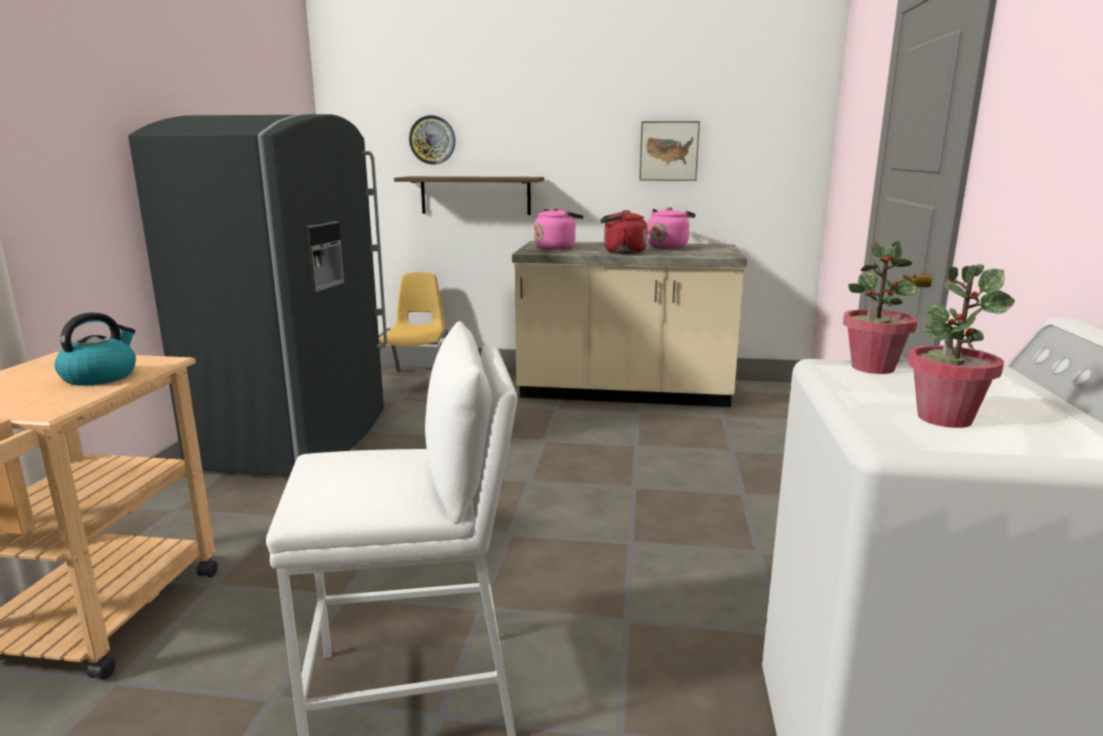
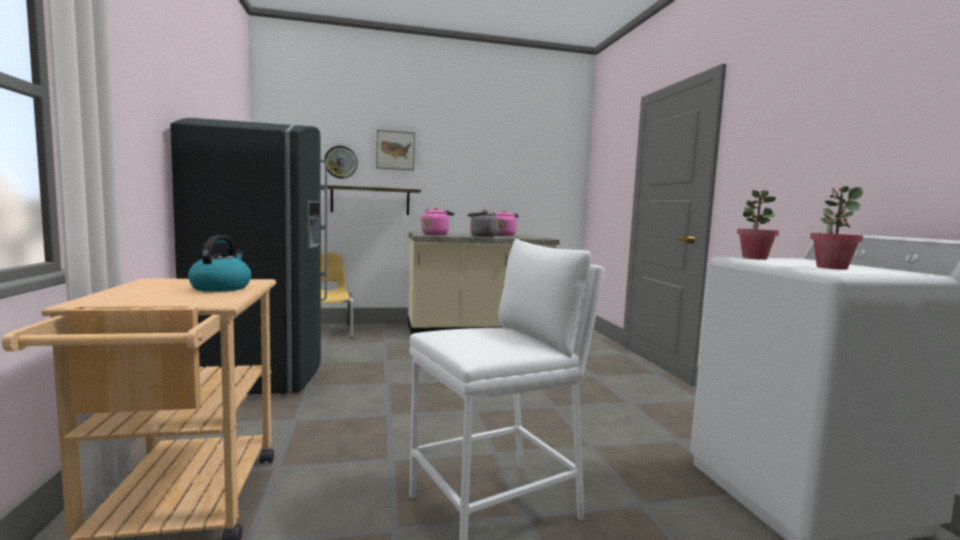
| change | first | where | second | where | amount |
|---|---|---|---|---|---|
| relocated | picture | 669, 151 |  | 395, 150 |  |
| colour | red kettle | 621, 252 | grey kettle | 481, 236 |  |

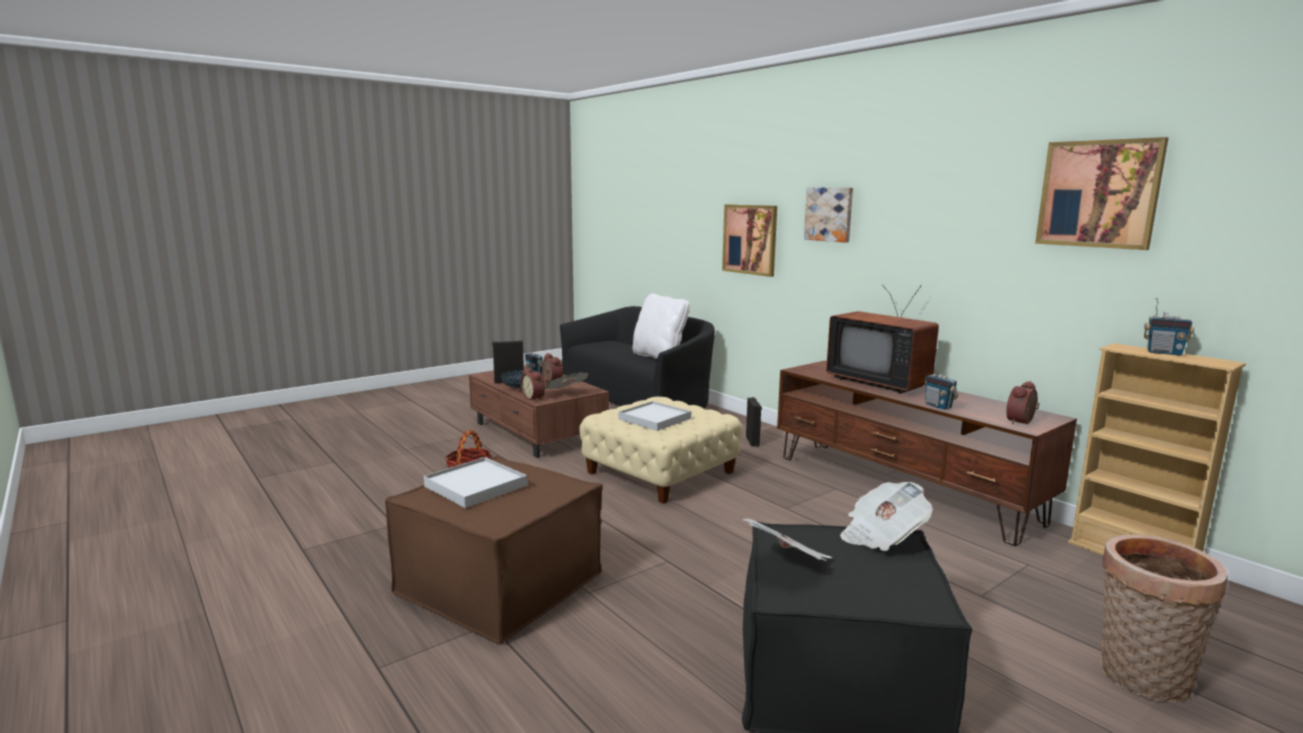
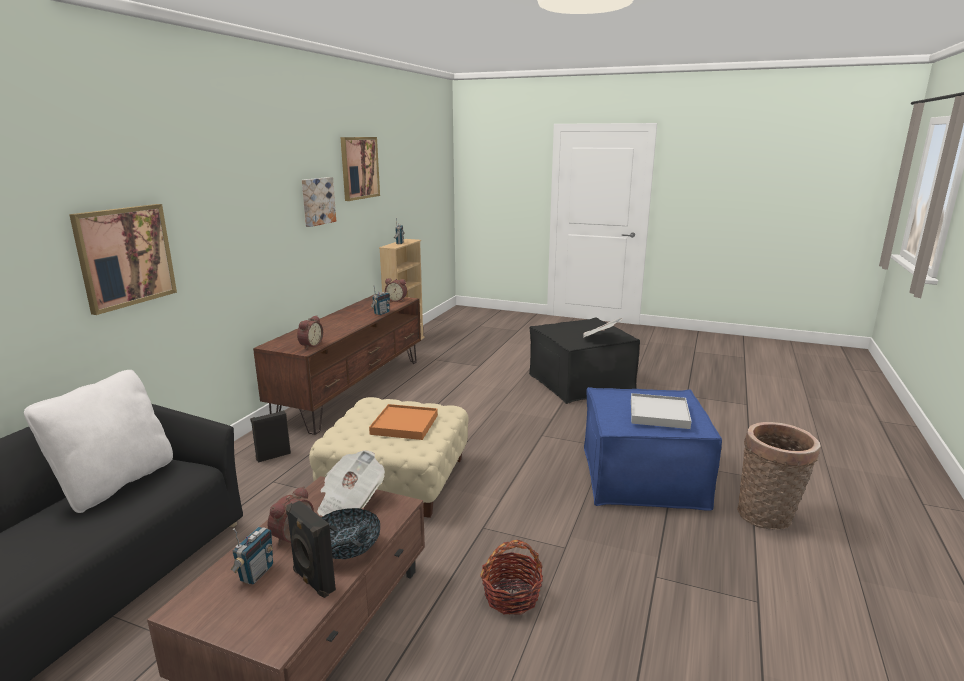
| change | first | where | second | where | amount |
|---|---|---|---|---|---|
| missing | television | 880, 382 |  |  |  |
| missing | newspaper | 881, 536 |  |  |  |
| relocated | alarm clock | 534, 398 |  | 310, 345 |  |
| relocated | picture | 829, 214 |  | 317, 201 |  |
| relocated | basket | 1140, 679 |  | 768, 516 |  |
| colour | brown ottoman | 499, 584 | blue ottoman | 642, 477 |  |
| colour | white tray | 654, 419 | orange tray | 404, 425 |  |

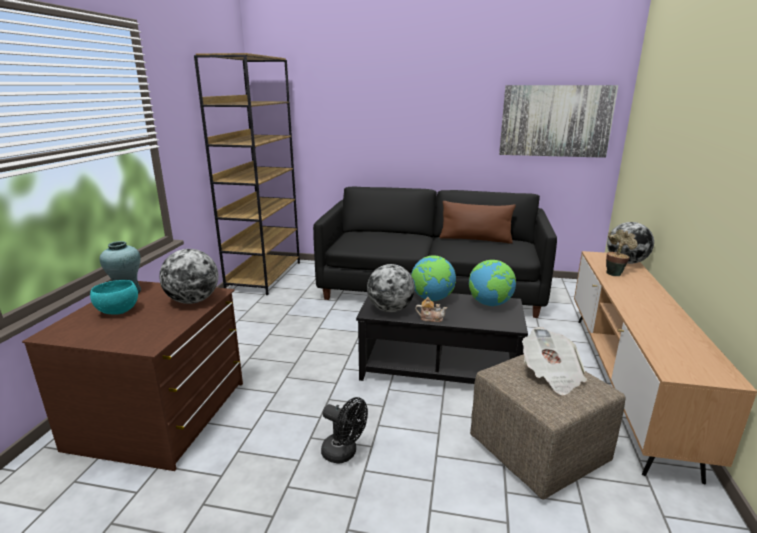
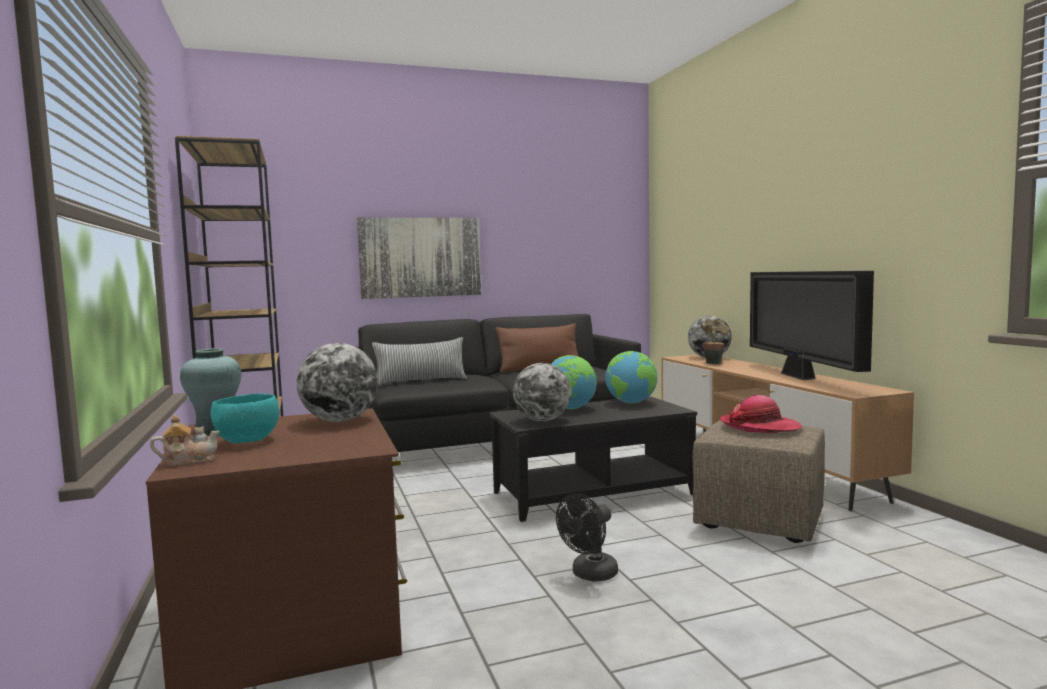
| change | first | where | second | where | amount |
|---|---|---|---|---|---|
| appeared |  |  | pillow | 421, 381 |  |
| appeared |  |  | television | 799, 377 |  |
| relocated | teapot | 430, 318 |  | 188, 461 |  |
| relocated | picture | 555, 121 |  | 420, 257 |  |
| exchanged | newspaper | 551, 375 | hat | 759, 426 |  |
| spun | black fan | 344, 453 |  | 590, 575 | 135 degrees clockwise |

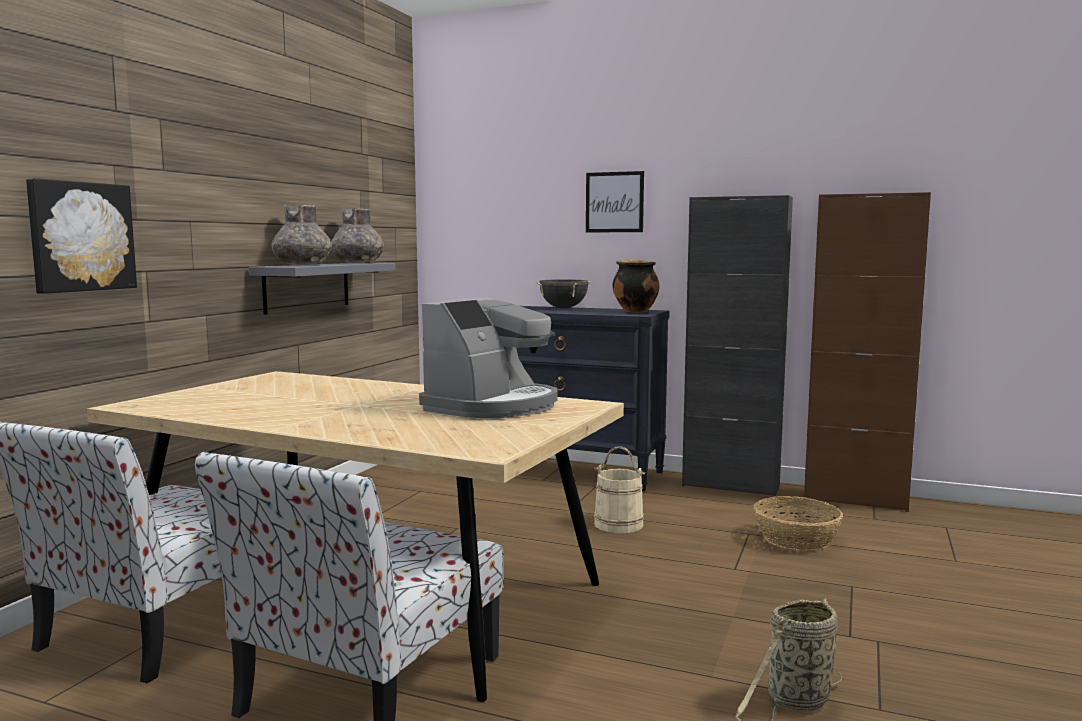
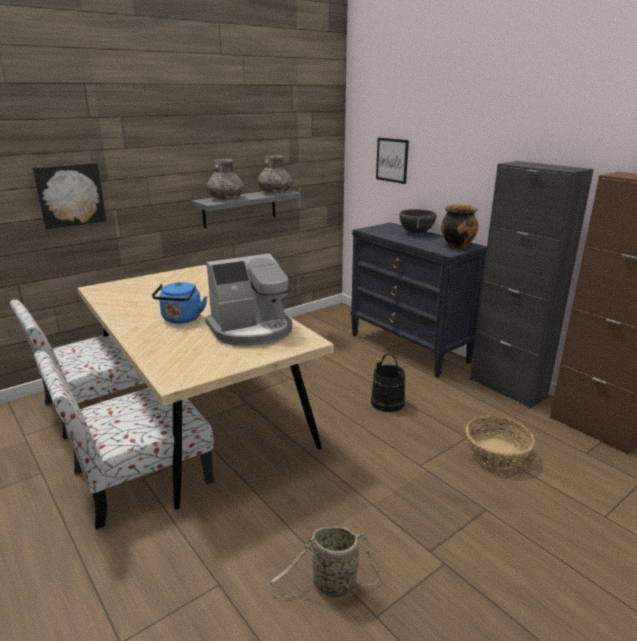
| change | first | where | second | where | amount |
|---|---|---|---|---|---|
| appeared |  |  | blue kettle | 181, 319 |  |
| relocated | picture | 614, 202 |  | 392, 160 |  |
| colour | beige bucket | 618, 524 | black bucket | 387, 402 |  |

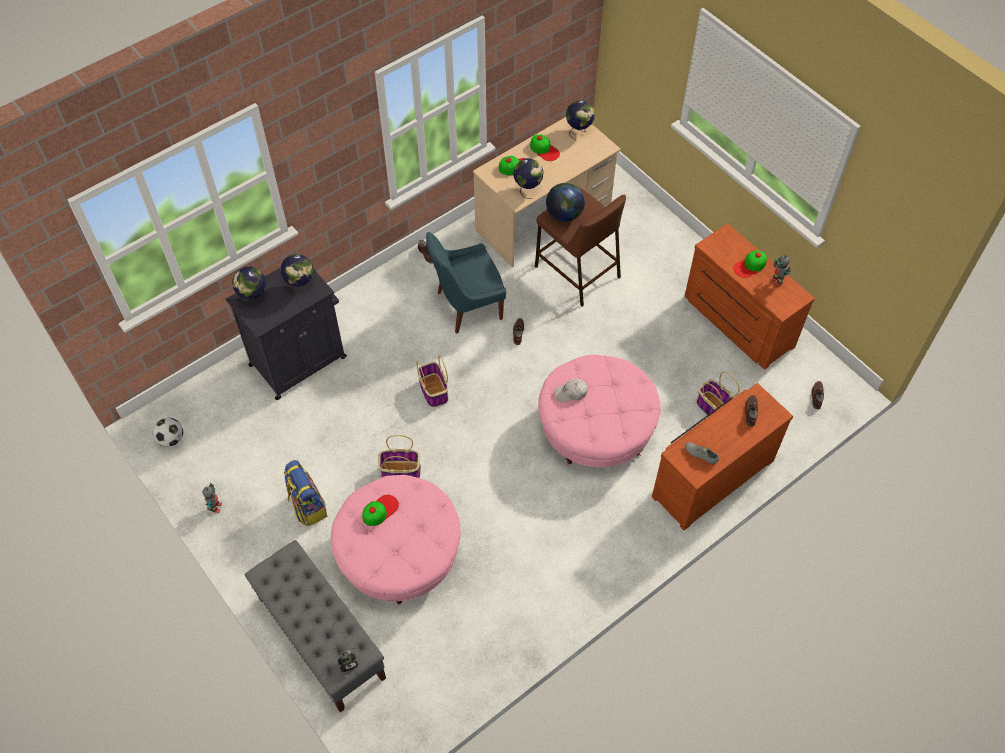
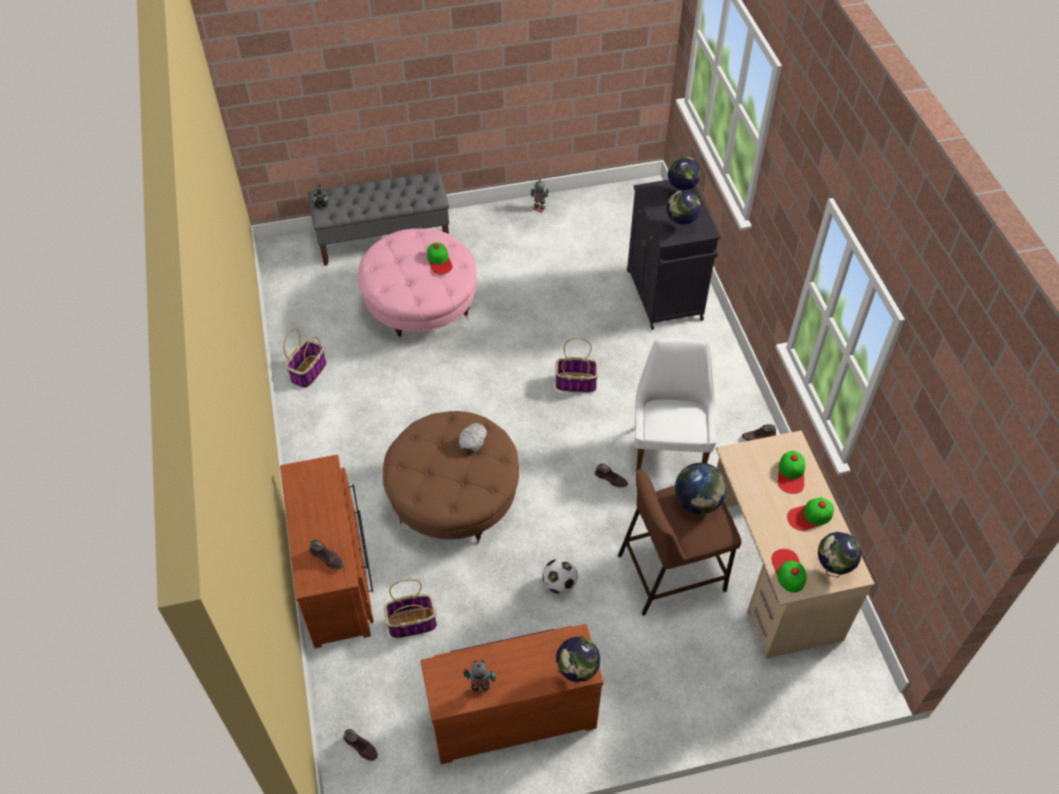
| change | first | where | second | where | amount |
|---|---|---|---|---|---|
| missing | backpack | 307, 506 |  |  |  |
| missing | grey shoe | 700, 455 |  |  |  |
| relocated | football | 171, 439 |  | 559, 584 |  |
| relocated | basket | 400, 472 |  | 308, 371 |  |
| relocated | globe | 528, 189 |  | 577, 673 |  |
| relocated | cap | 750, 266 |  | 788, 570 |  |
| colour | blue chair | 466, 306 | white chair | 669, 447 |  |
| colour | pink ottoman | 596, 429 | brown ottoman | 453, 498 |  |

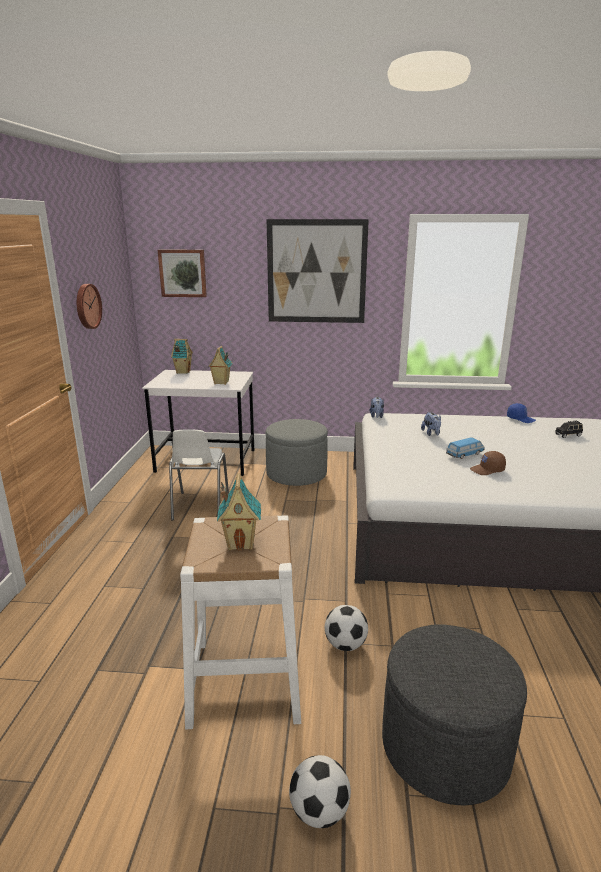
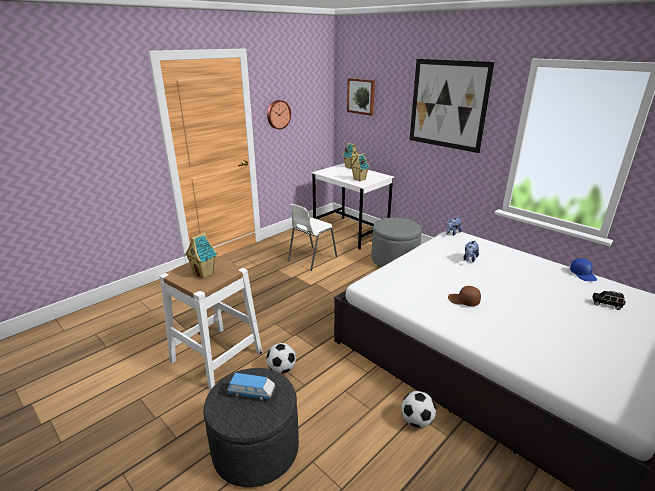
| change | first | where | second | where | amount |
|---|---|---|---|---|---|
| relocated | football | 319, 811 |  | 416, 421 |  |
| relocated | toy car | 465, 454 |  | 252, 393 |  |

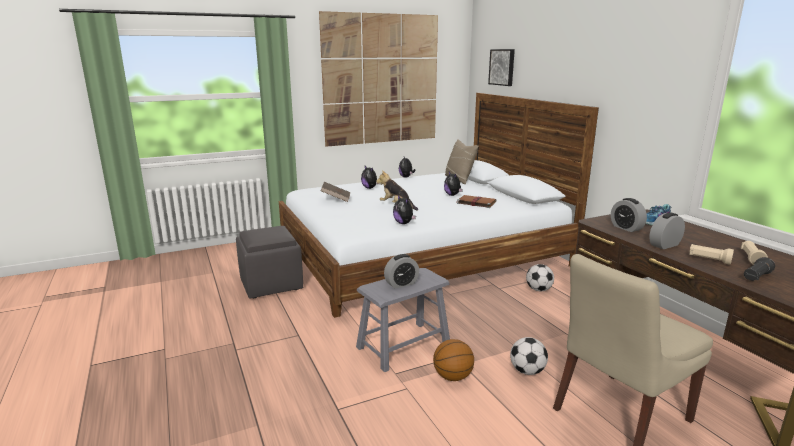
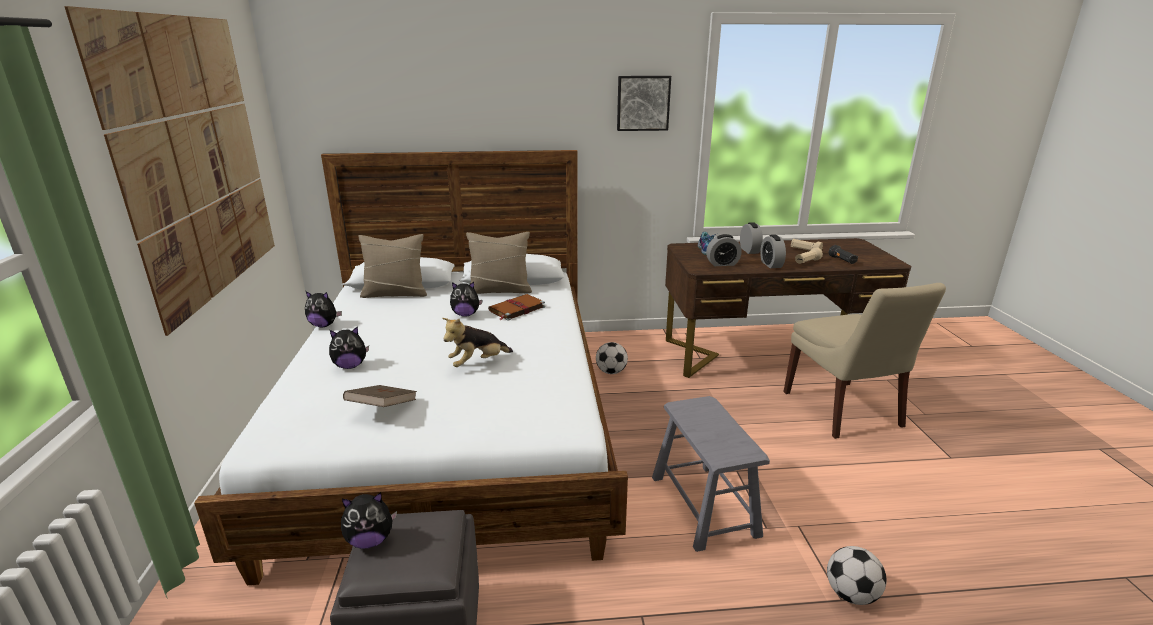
| change | first | where | second | where | amount |
|---|---|---|---|---|---|
| missing | basketball | 453, 377 |  |  |  |
| appeared |  |  | beige pillow | 500, 290 |  |
| relocated | alarm clock | 401, 284 |  | 749, 250 |  |
| relocated | plush toy | 404, 223 |  | 370, 540 |  |
| relocated | picture | 502, 67 |  | 643, 103 |  |
| relocated | football | 527, 371 |  | 851, 594 |  |

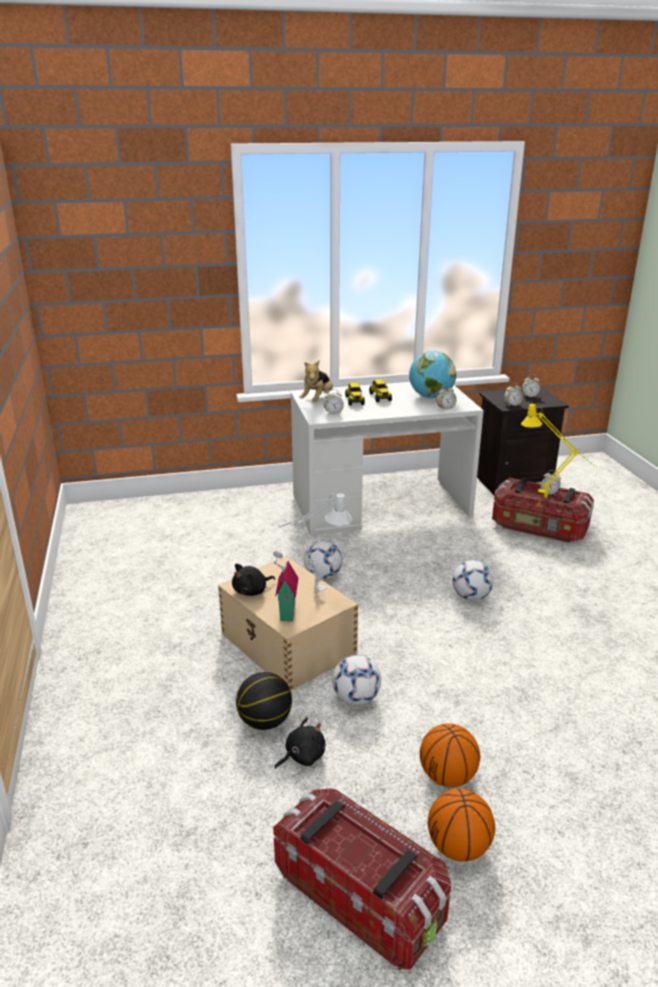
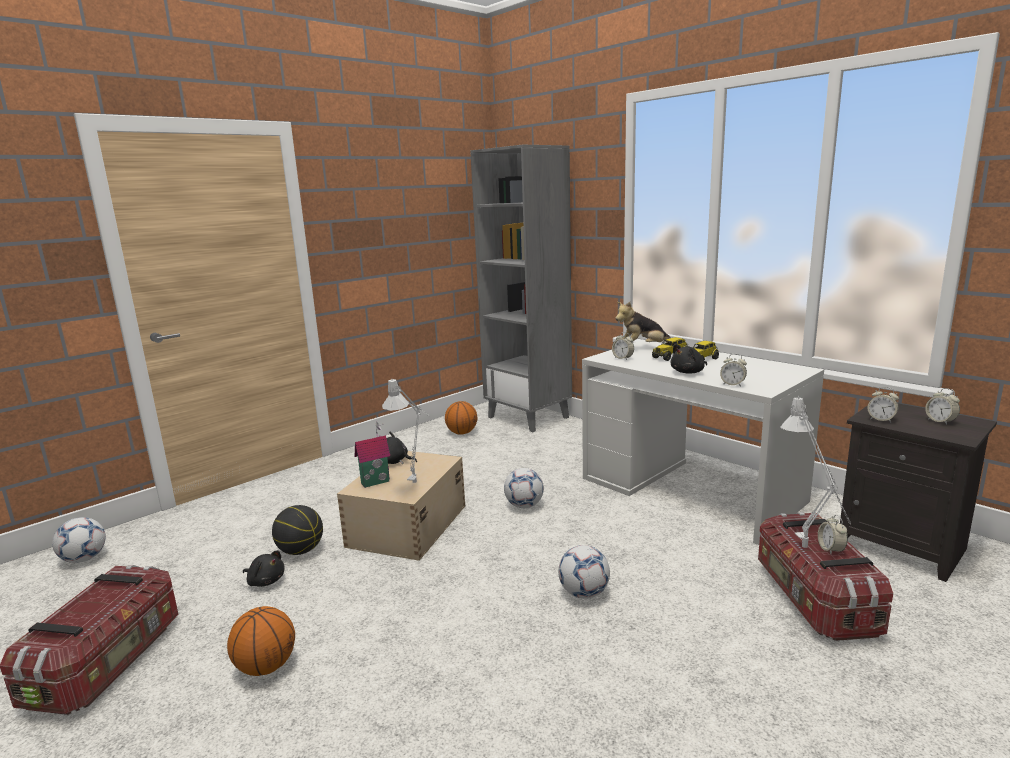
| change | first | where | second | where | amount |
|---|---|---|---|---|---|
| missing | globe | 430, 397 |  |  |  |
| appeared |  |  | grey bookcase | 529, 417 |  |
| appeared |  |  | black plush toy | 688, 372 |  |
| relocated | football | 356, 698 |  | 84, 559 |  |
| relocated | basketball | 458, 847 |  | 462, 433 |  |
| colour | yellow table lamp | 550, 499 | grey table lamp | 808, 553 |  |

